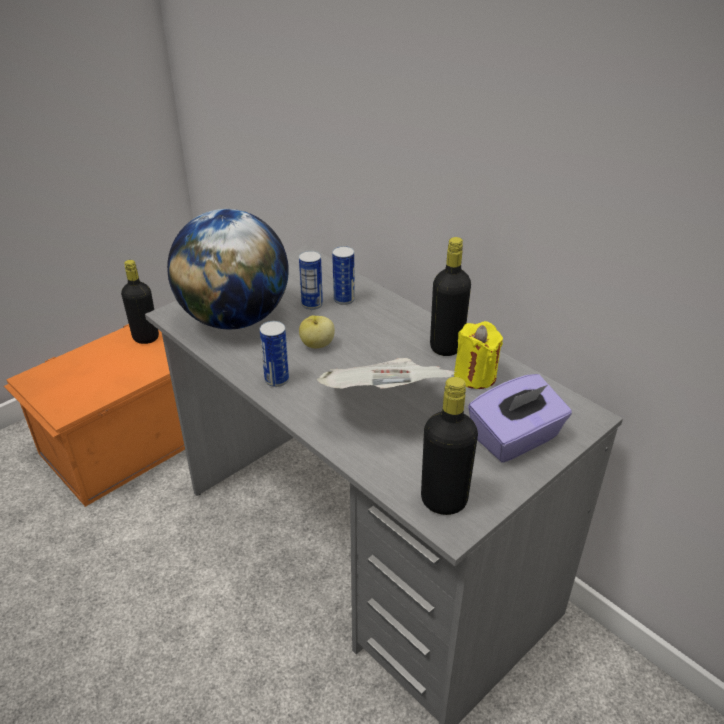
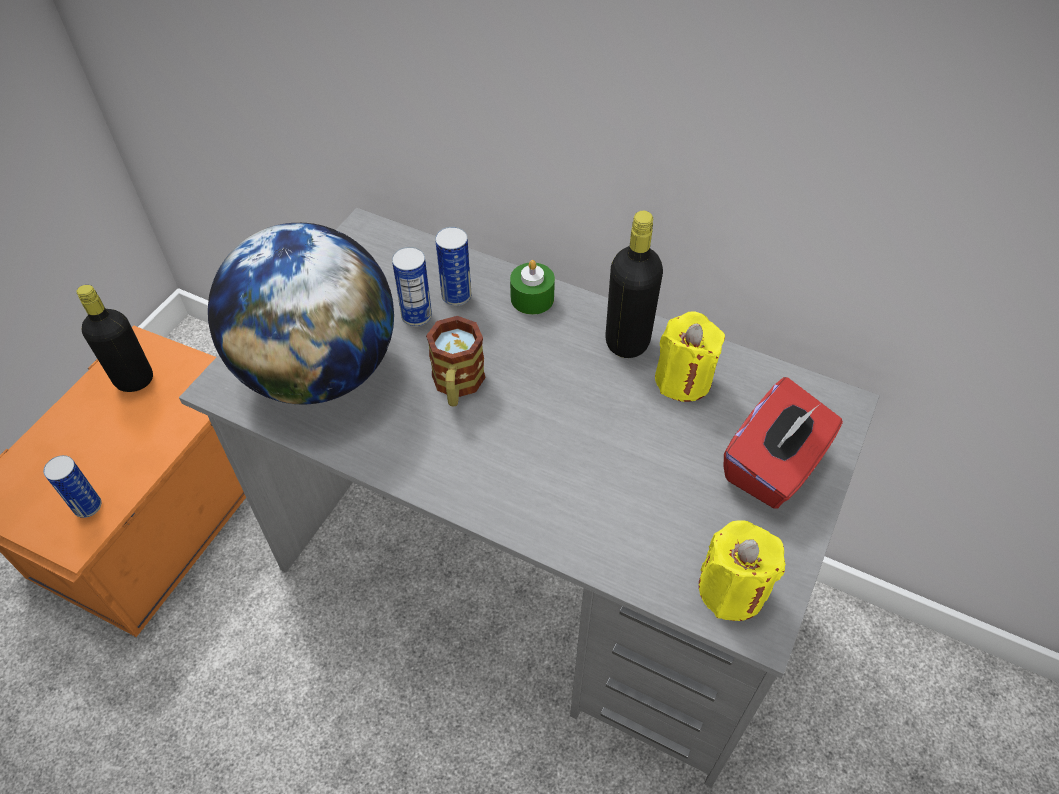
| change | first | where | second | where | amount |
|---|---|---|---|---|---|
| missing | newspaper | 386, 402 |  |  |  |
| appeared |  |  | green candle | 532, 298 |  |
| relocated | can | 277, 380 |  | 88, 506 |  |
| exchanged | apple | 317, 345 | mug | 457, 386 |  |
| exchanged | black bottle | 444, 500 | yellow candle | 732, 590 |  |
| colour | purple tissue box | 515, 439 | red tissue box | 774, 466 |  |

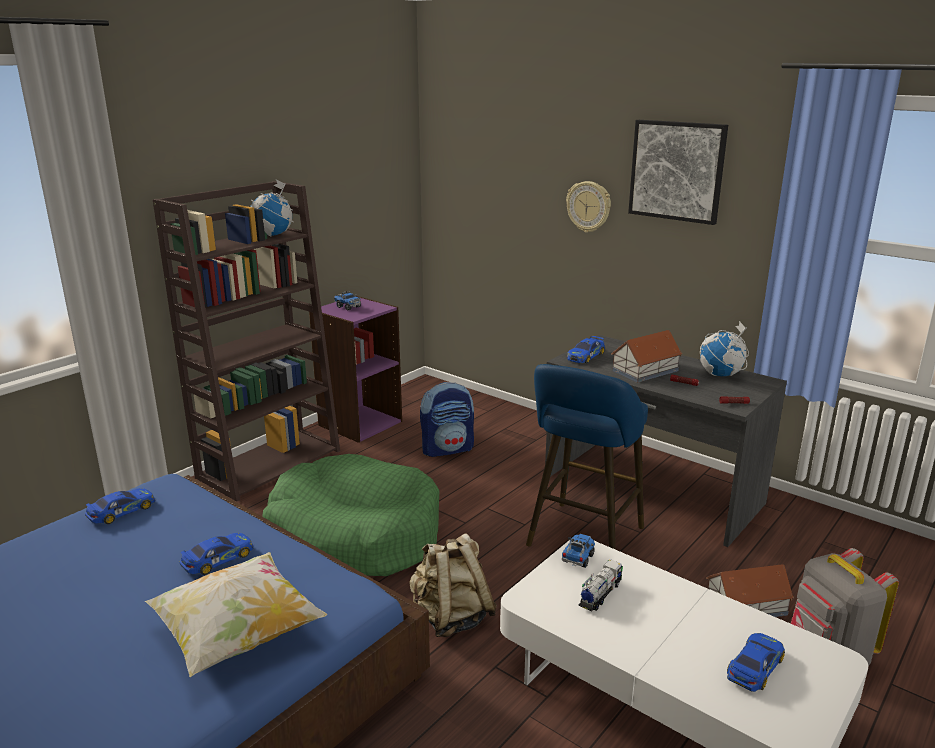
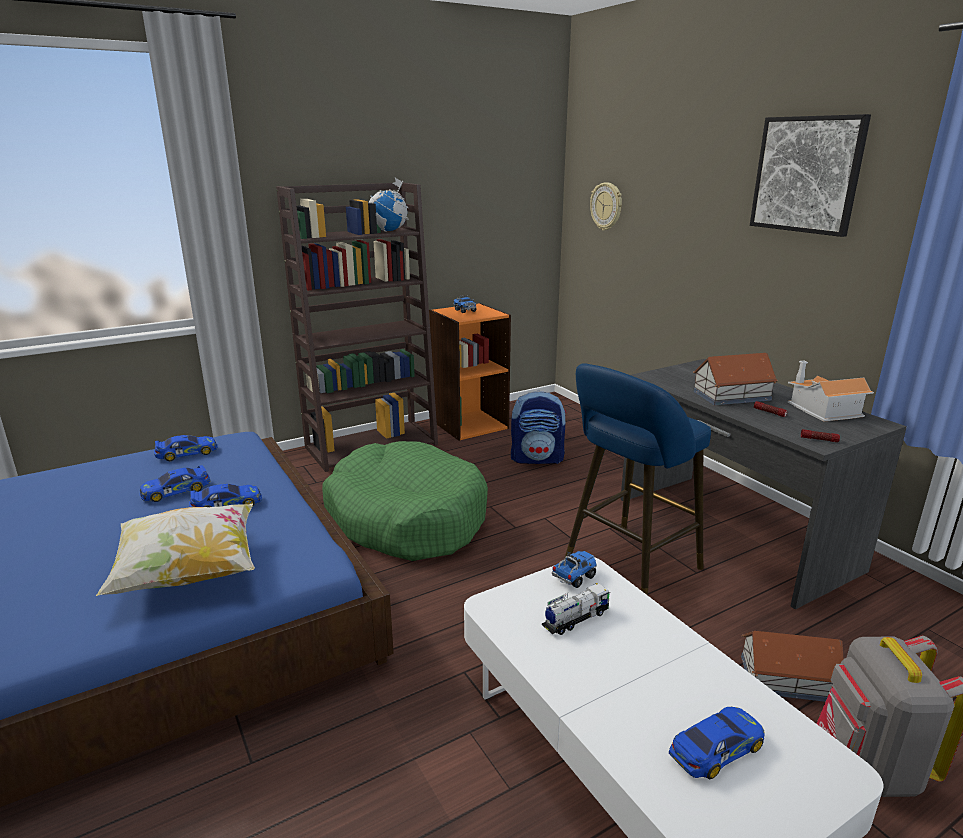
| change | first | where | second | where | amount |
|---|---|---|---|---|---|
| missing | beige backpack | 451, 617 |  |  |  |
| relocated | wall clock | 589, 206 |  | 606, 206 |  |
| relocated | toy car | 586, 356 |  | 176, 491 |  |
| exchanged | globe | 721, 375 | toy house | 822, 410 |  |
| colour | purple bookcase | 359, 423 | orange bookcase | 469, 424 |  |

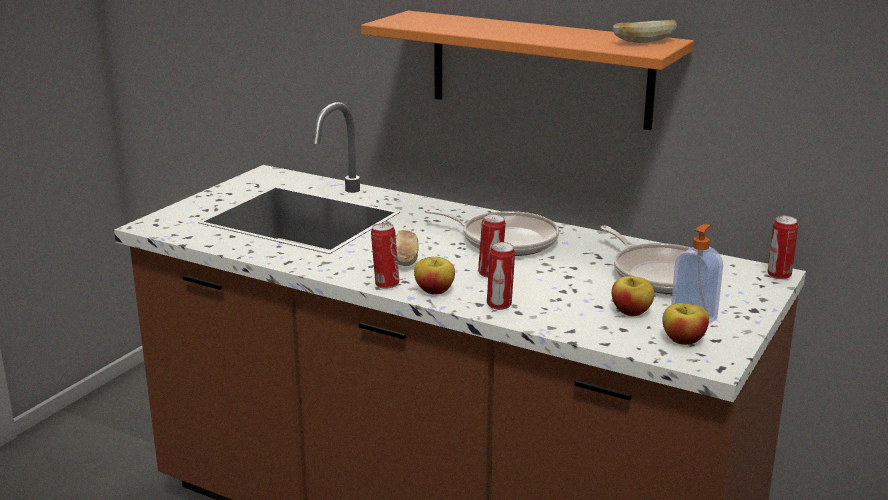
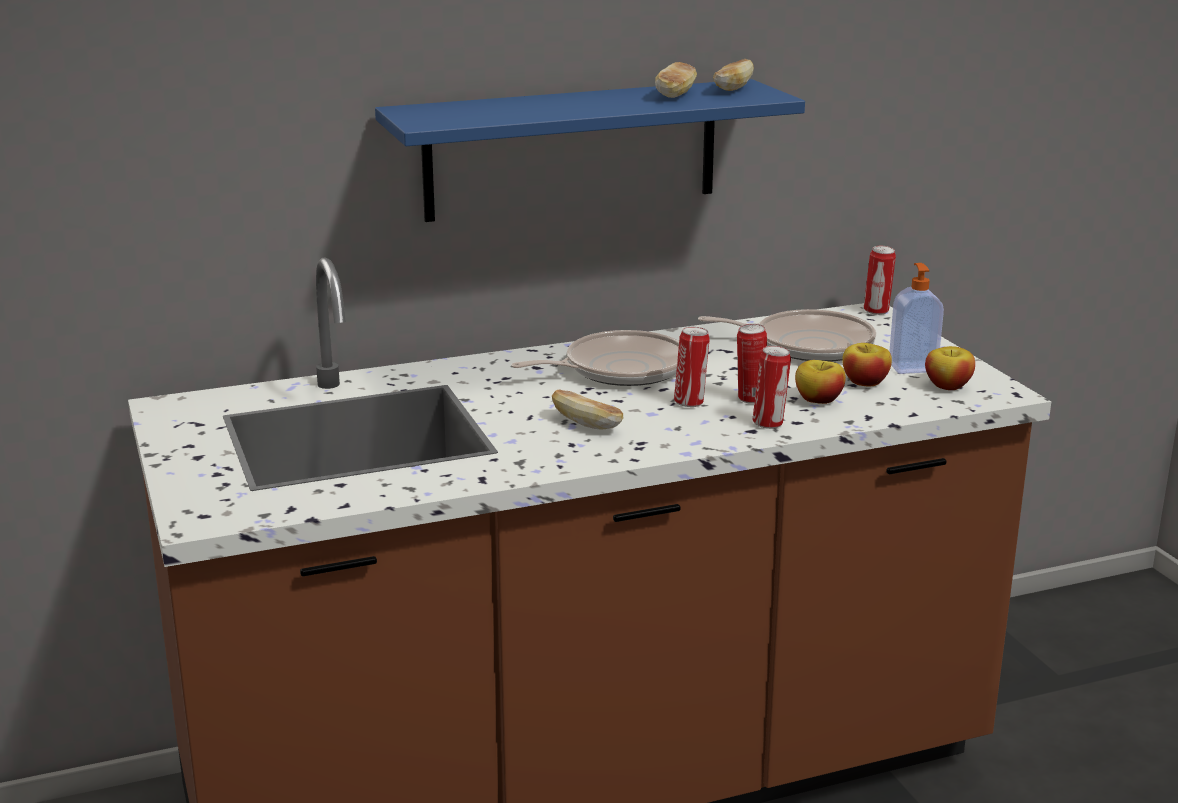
| change | first | where | second | where | amount |
|---|---|---|---|---|---|
| appeared |  |  | bread | 676, 95 |  |
| relocated | can | 385, 284 |  | 750, 399 |  |
| relocated | apple | 434, 290 |  | 818, 400 |  |
| colour | orange shelf | 540, 69 | blue shelf | 572, 150 |  |

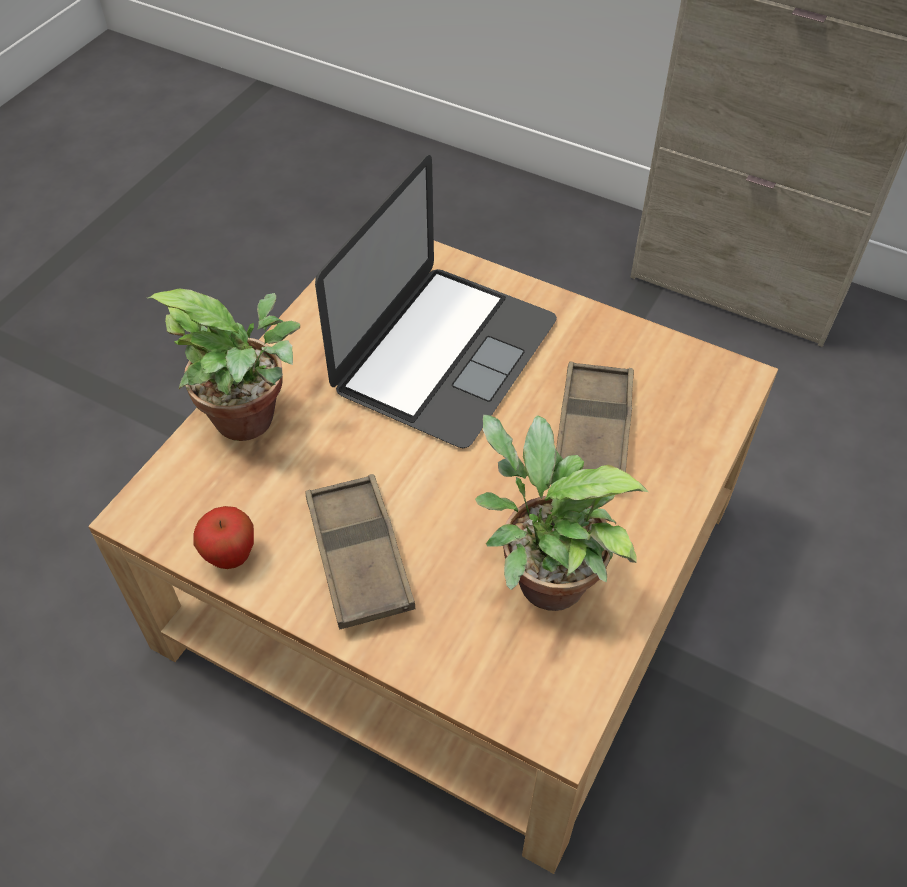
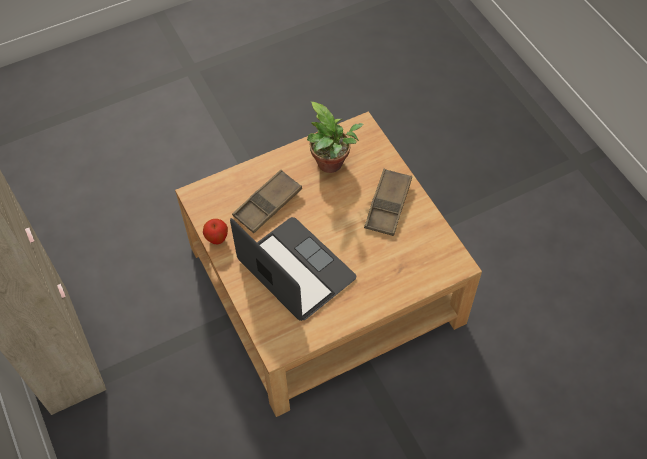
| change | first | where | second | where | amount |
|---|---|---|---|---|---|
| missing | potted plant | 253, 420 |  |  |  |
| relocated | apple | 231, 557 |  | 217, 239 |  |
| spun | laptop | 445, 354 |  | 295, 269 | 75 degrees clockwise |

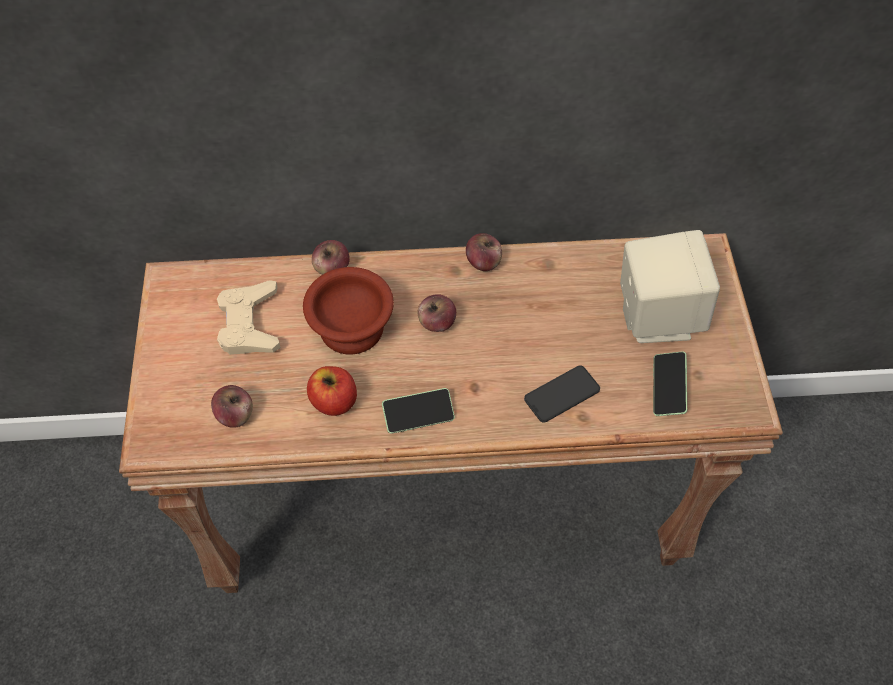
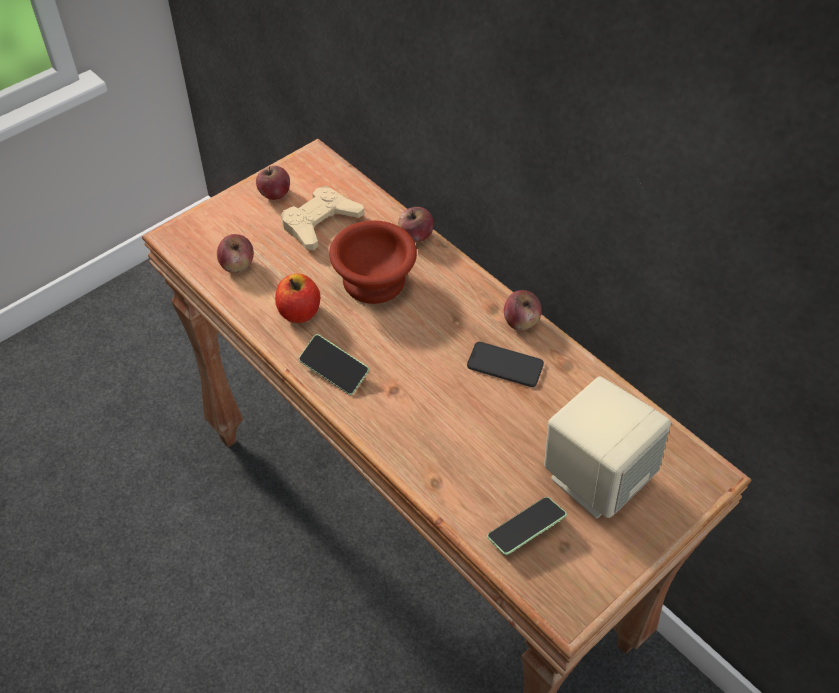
| change | first | where | second | where | amount |
|---|---|---|---|---|---|
| relocated | apple | 436, 323 |  | 274, 194 |  |
| relocated | phone | 562, 394 |  | 505, 365 |  |

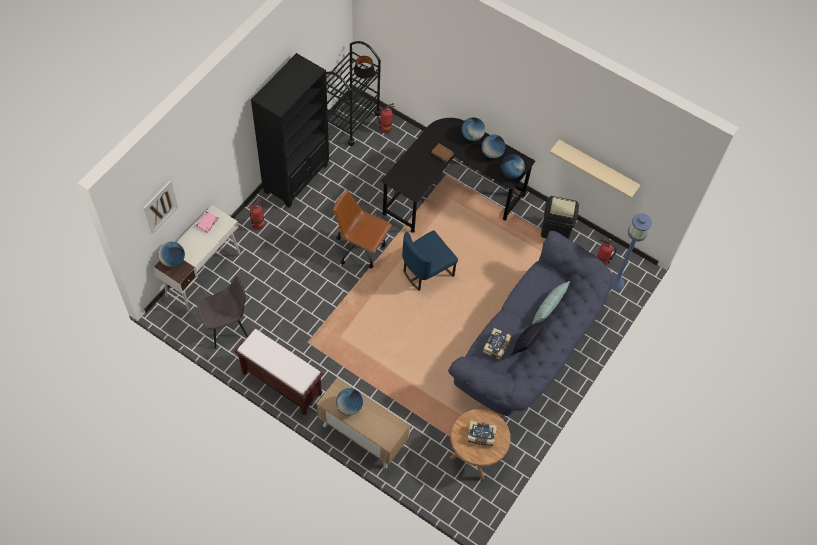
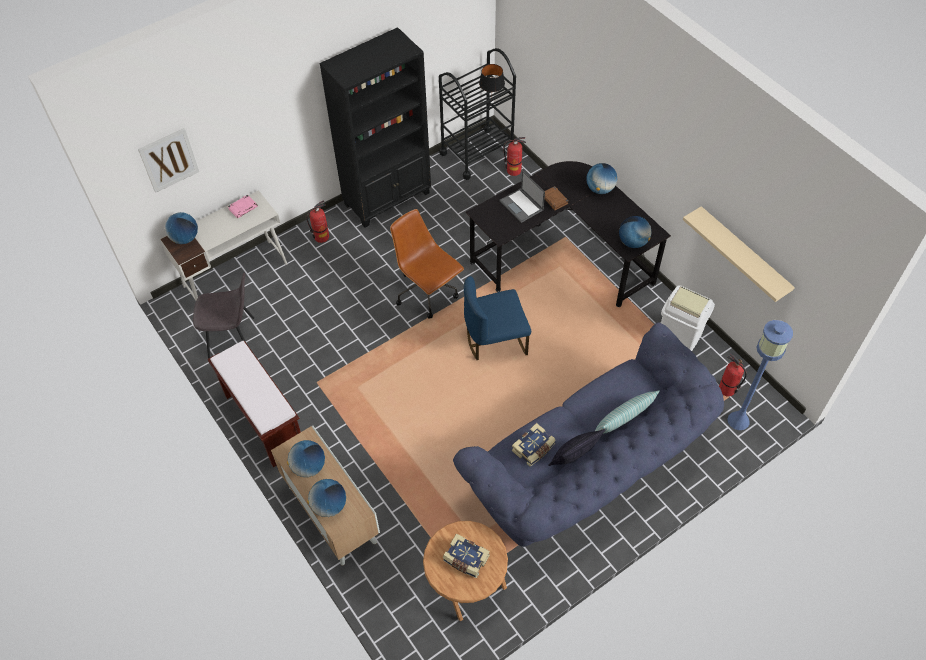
| change | first | where | second | where | amount |
|---|---|---|---|---|---|
| appeared |  |  | laptop | 522, 205 |  |
| relocated | globe | 492, 153 |  | 329, 505 |  |
| colour | black trash can | 555, 230 | white trash can | 679, 335 |  |

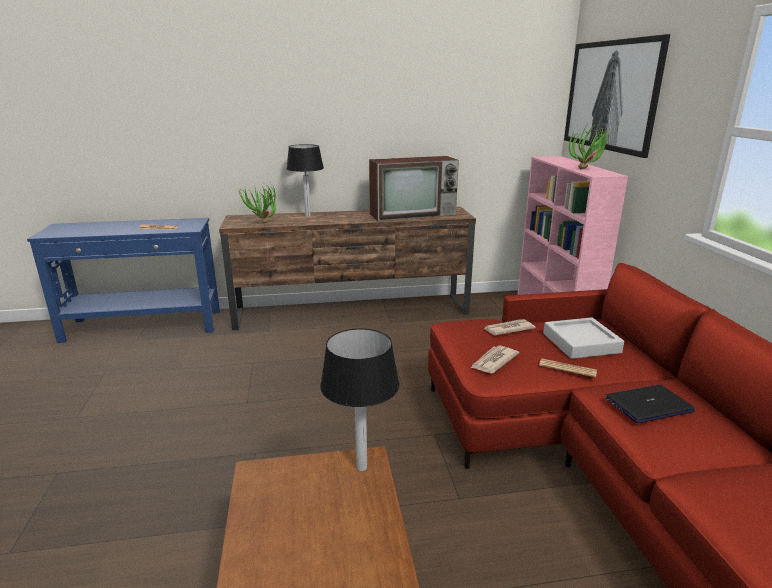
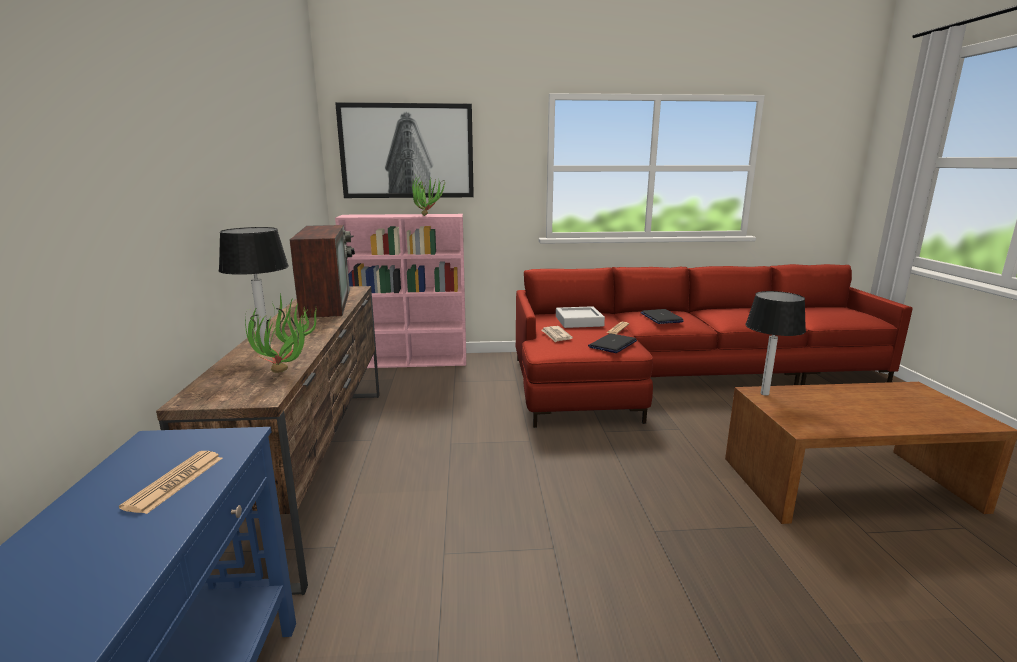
| change | first | where | second | where | amount |
|---|---|---|---|---|---|
| exchanged | newspaper | 493, 361 | laptop | 612, 344 |  |

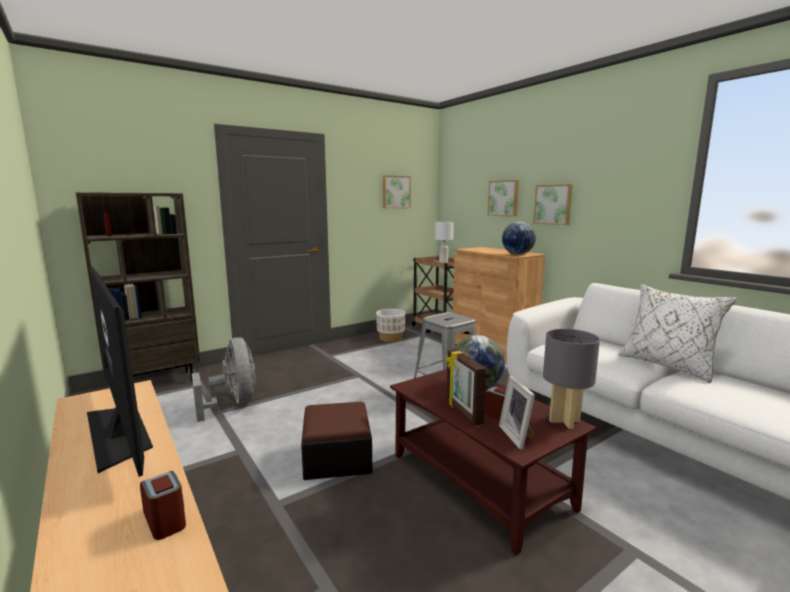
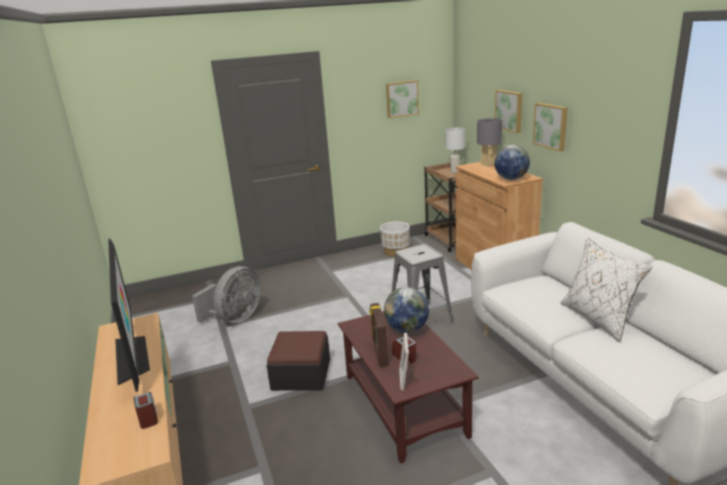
| change | first | where | second | where | amount |
|---|---|---|---|---|---|
| missing | brown bookcase | 155, 383 |  |  |  |
| relocated | grey table lamp | 564, 421 |  | 488, 165 |  |
| spun | grey fan | 233, 404 |  | 235, 319 | 45 degrees clockwise |

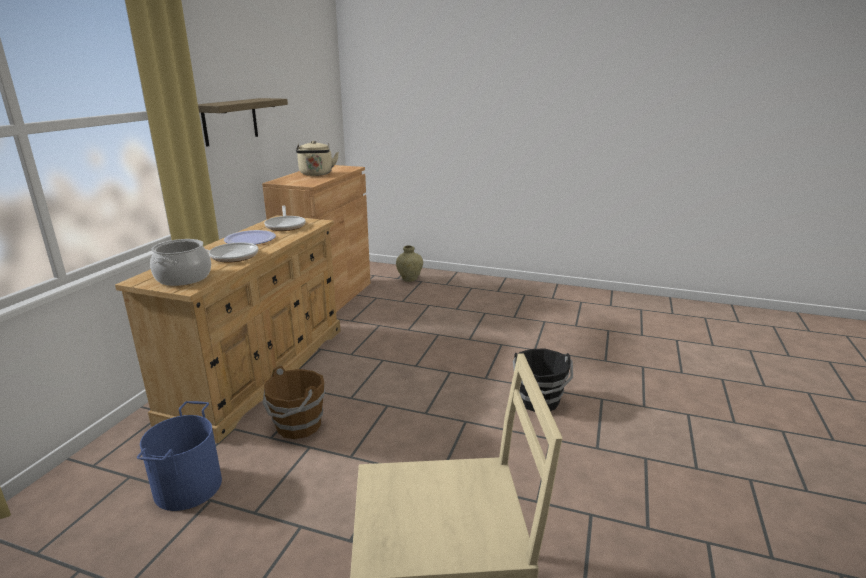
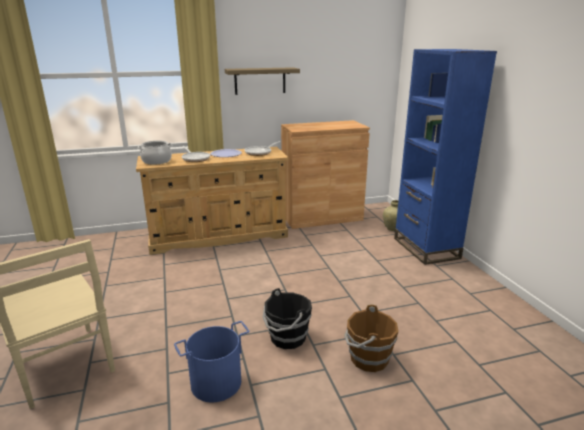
| change | first | where | second | where | amount |
|---|---|---|---|---|---|
| missing | beige kettle | 316, 174 |  |  |  |
| appeared |  |  | blue bookcase | 426, 248 |  |
| relocated | blue bucket | 189, 486 |  | 216, 383 |  |
| relocated | brown bucket | 297, 426 |  | 368, 359 |  |

